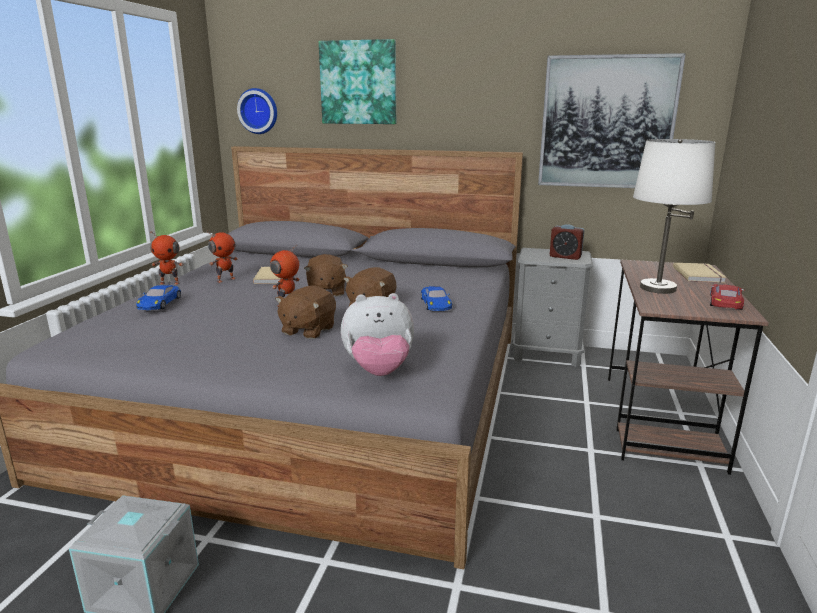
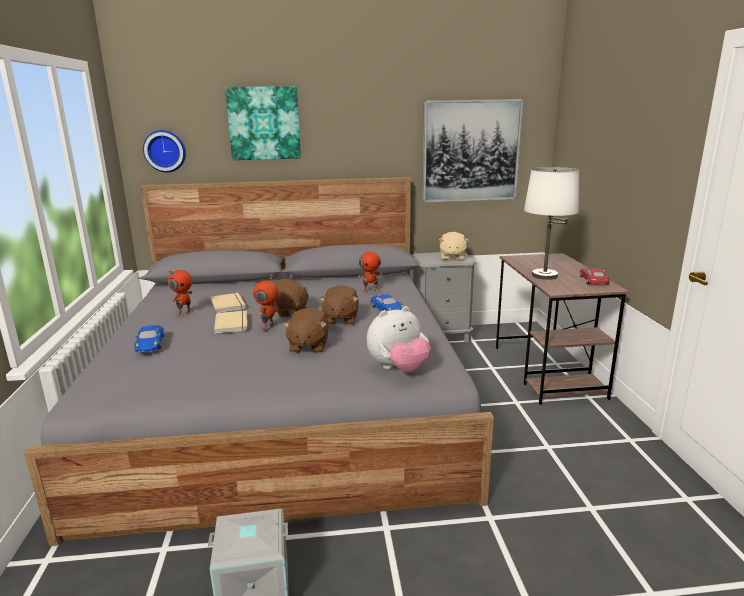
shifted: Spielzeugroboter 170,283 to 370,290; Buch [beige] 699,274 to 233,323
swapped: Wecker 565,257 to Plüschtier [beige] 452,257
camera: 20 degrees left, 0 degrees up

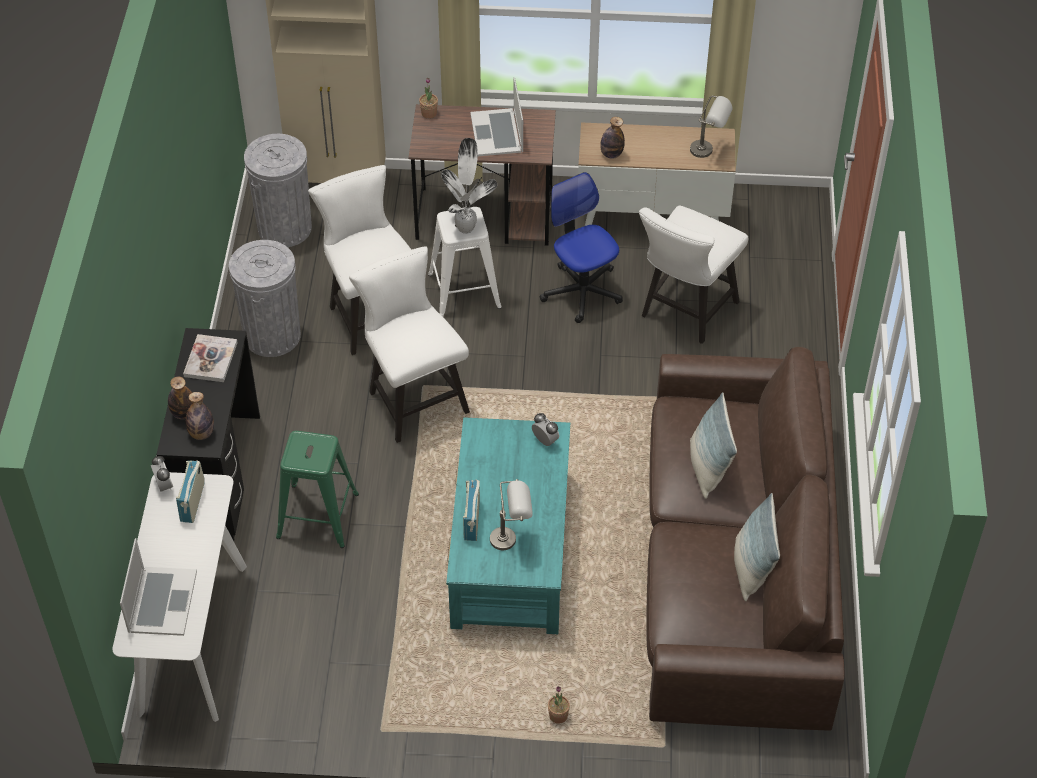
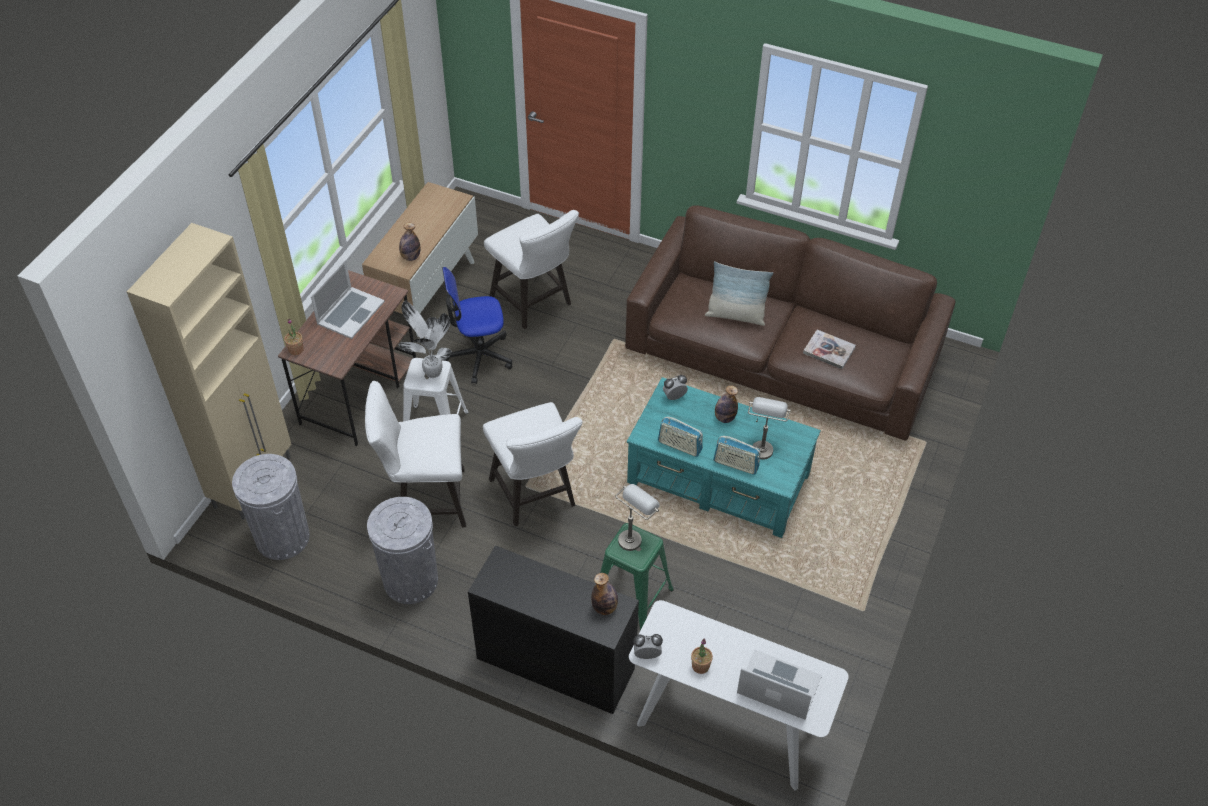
gone: Kissen 751,568
shifted: Flasche 184,413 to 724,418; Radio 193,502 to 679,446; Buch 210,359 to 829,350; Topfpflanze 558,716 to 700,666; Tischlampe [grau] 709,151 to 634,535
rotated: Stuhl [weiß] 414,398 = 536,497 105 degrees counterclockwise; Laptop 497,133 = 350,312 75 degrees counterclockwise
camera: 70 degrees left, 0 degrees up

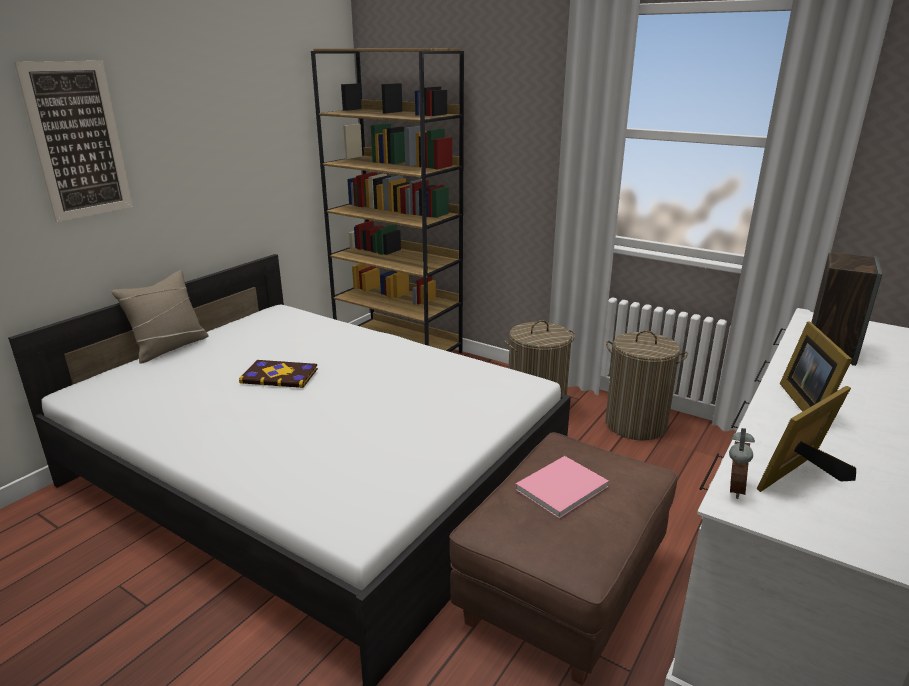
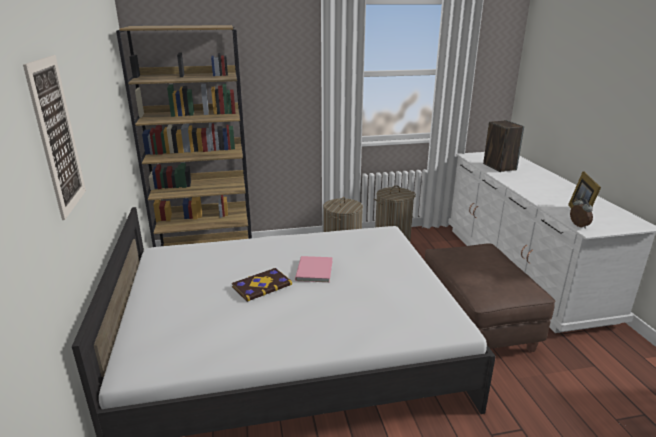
gone: Kissen [beige] 169,347; Bilderrahmen 808,403
shifted: Buch [rosa] 558,488 to 313,271
camera: 45 degrees left, 0 degrees up

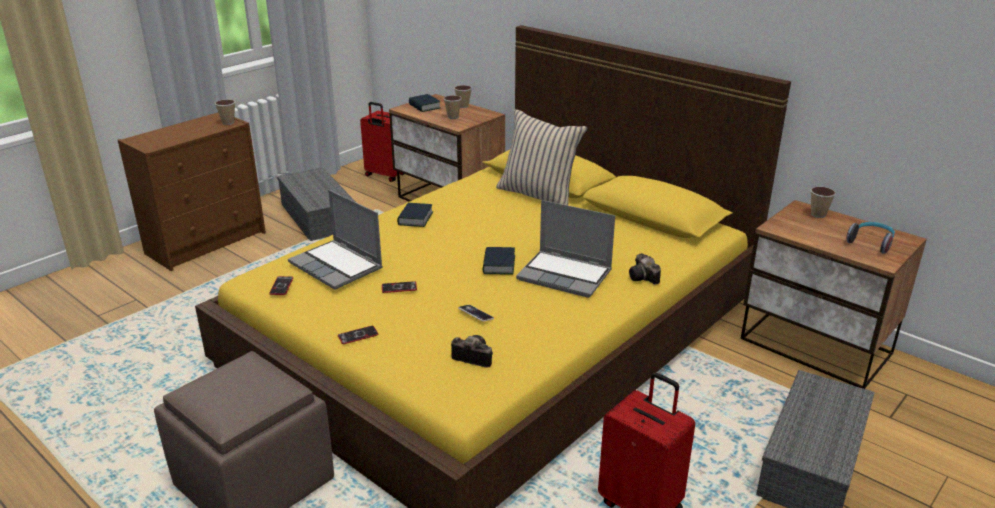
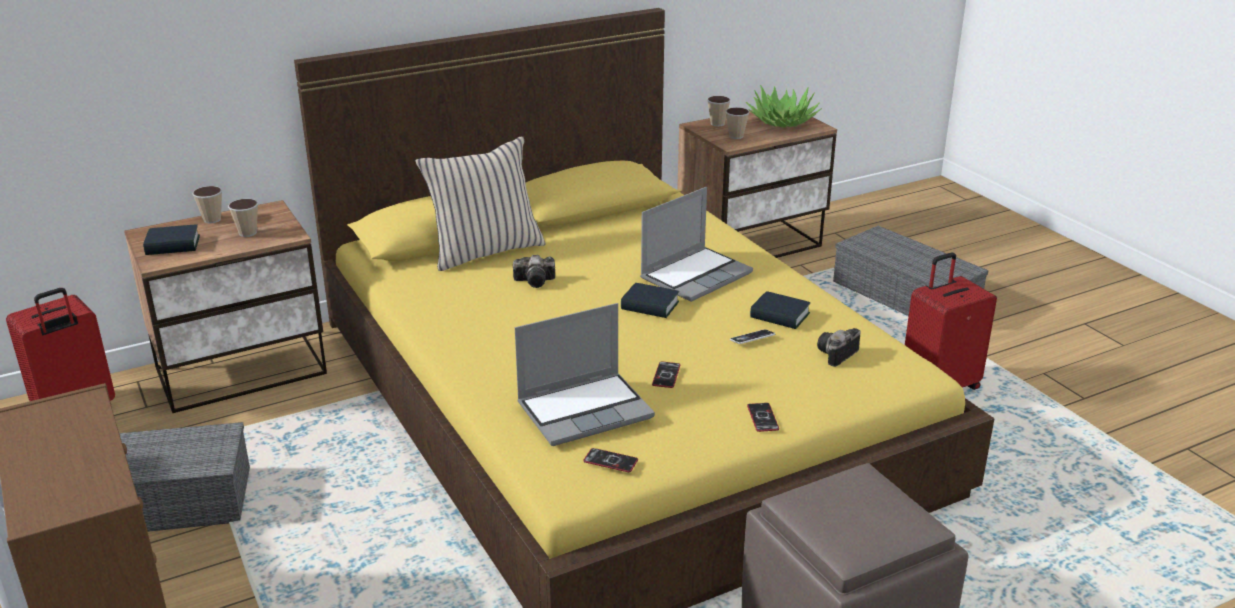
shifted: Tasse 228,122 to 736,136; Buch 415,218 to 780,316; Kamera 644,278 to 536,281
swapped: Kopfhörer 871,242 to Topfpflanze 782,121
camera: 70 degrees left, 0 degrees up

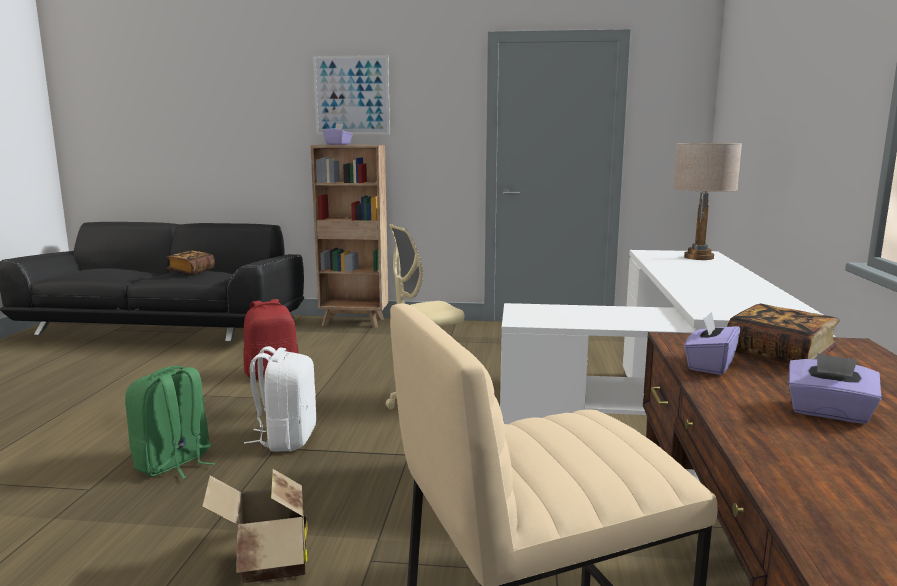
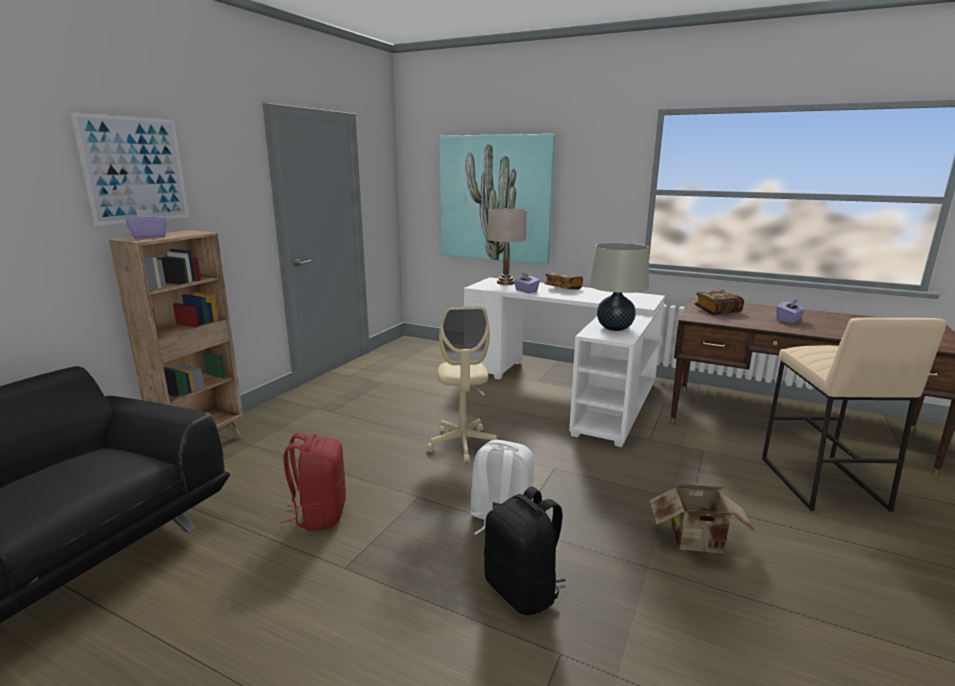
new: Bild 495,198; Tischlampe [beige] 614,328
shifted: Buch 191,271 to 563,289; Taschentuchbox [lila] 709,365 to 526,291
repainted: Rucksack [grün] 174,463 to Rucksack [schwarz] 523,590
camera: 70 degrees left, 5 degrees up

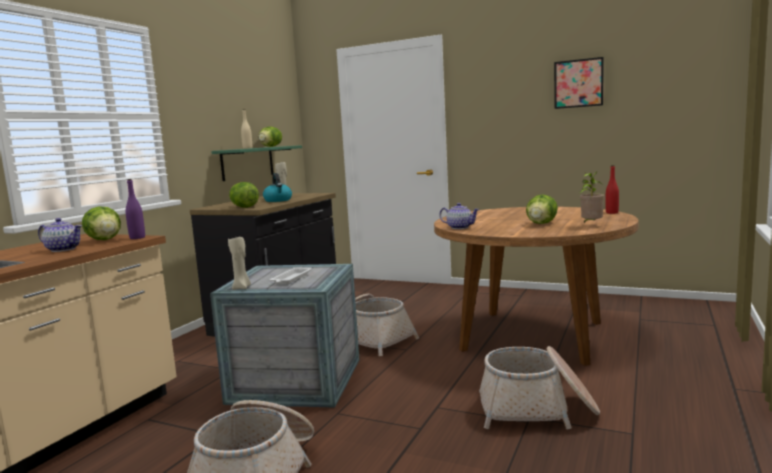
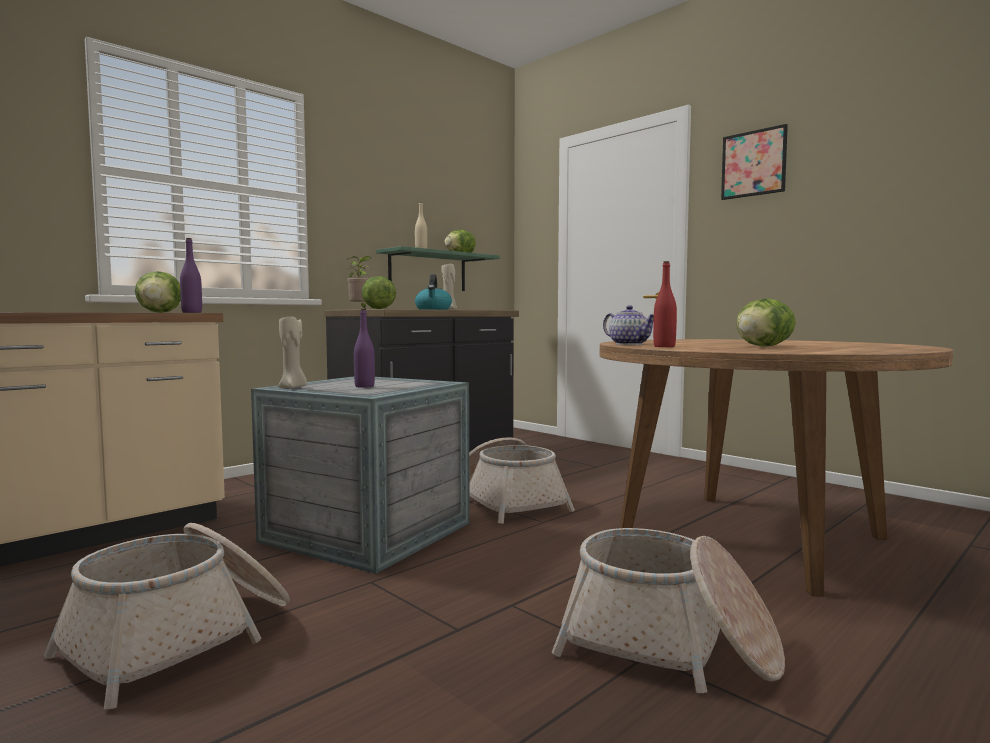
gone: Teekanne 63,249
shifted: Bild 578,83 to 753,163; Topfpflanze 591,225 to 360,309; Flasche [rot] 612,213 to 664,346
swapped: Tablett [weiß] 291,279 to Flasche [lila] 364,386
camera: 20 degrees right, 5 degrees down

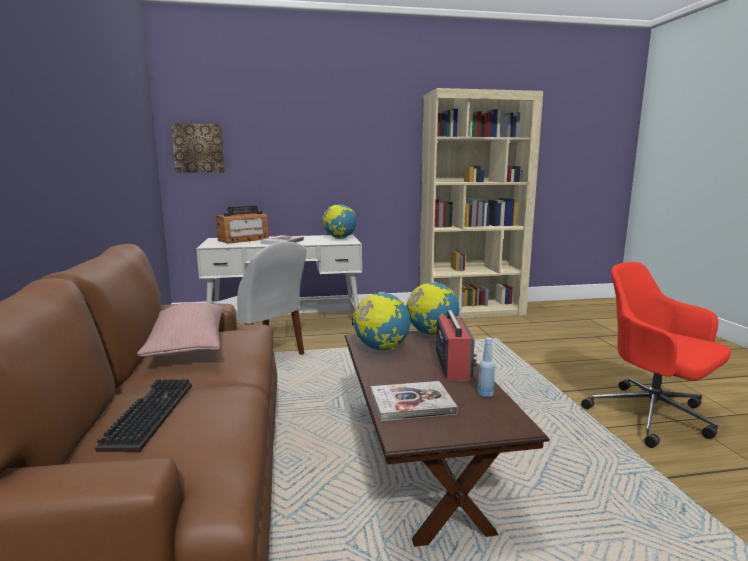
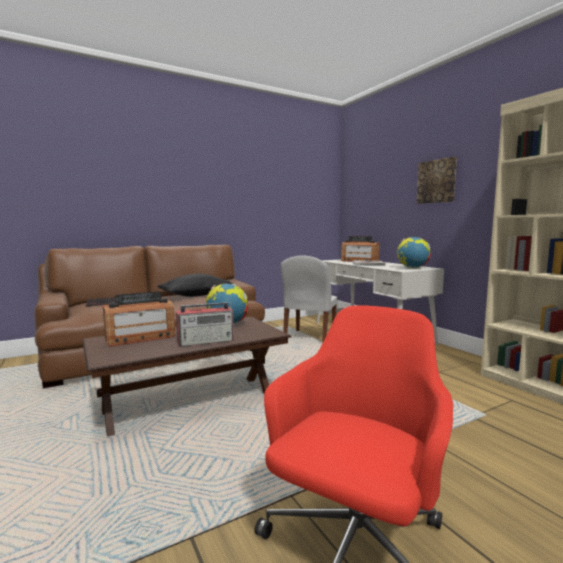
gone: Globus 431,334; Flasche [blau] 485,394
shifted: Bild 198,148 to 436,181
swapped: Buch 412,403 to Radio 140,337
repainted: Kissen [rosa] 187,346 to Kissen [schwarz] 196,295
camera: 70 degrees right, 5 degrees down

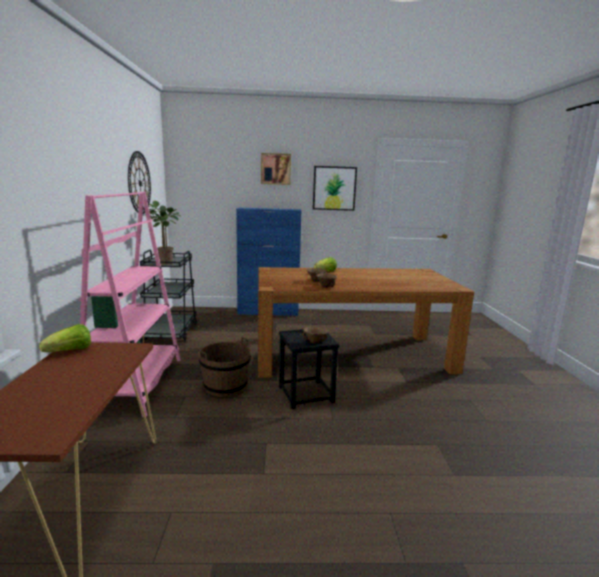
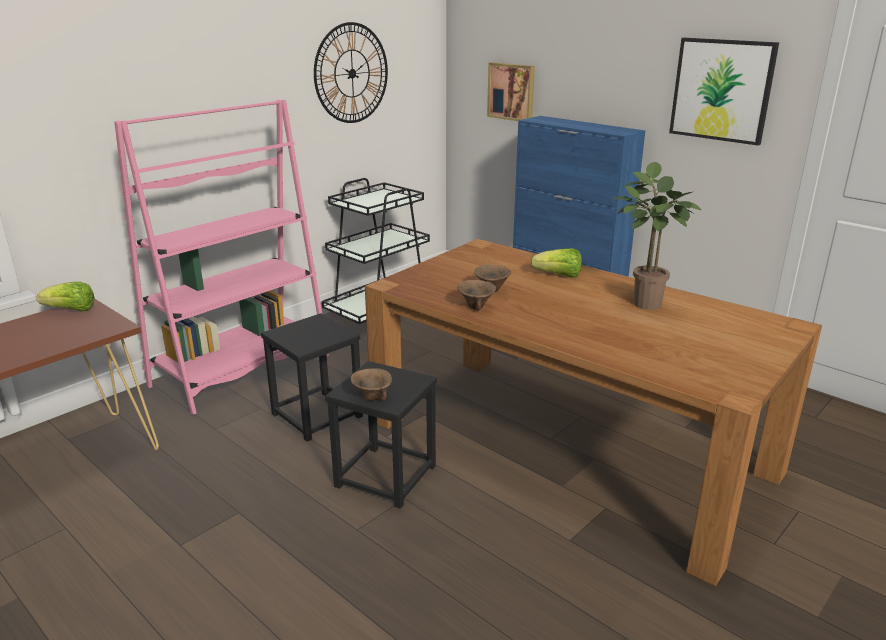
shifted: Topfpflanze 163,263 to 642,303; Bild 276,169 to 512,91
swapped: Eimer [braun] 225,386 to Hocker [schwarz] 317,416
camera: 45 degrees right, 10 degrees up

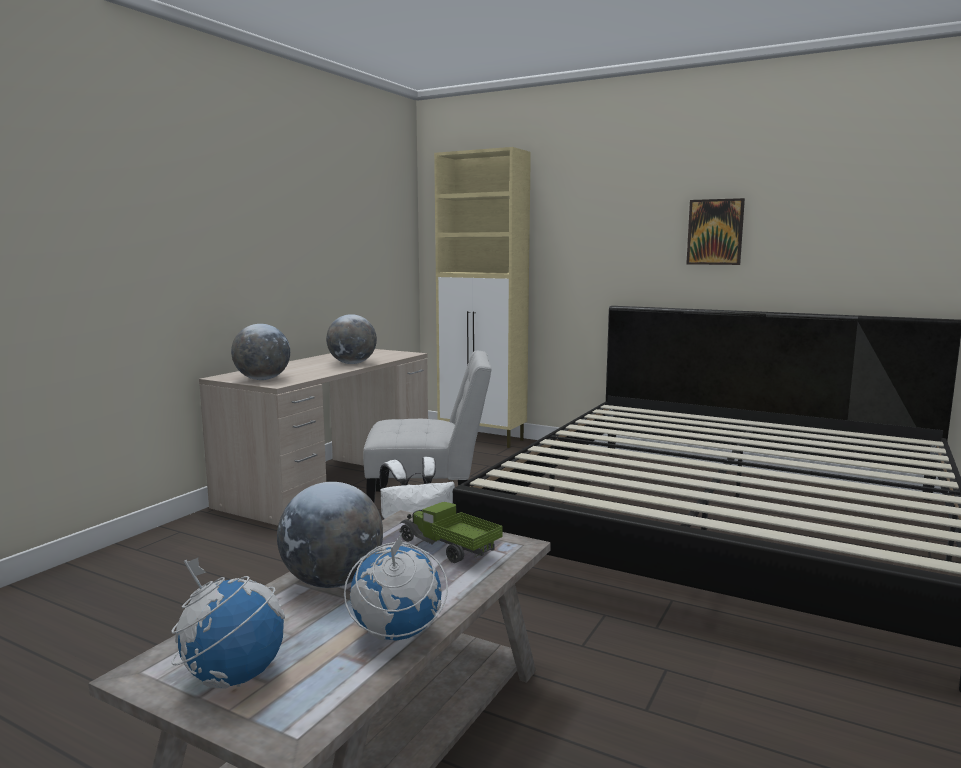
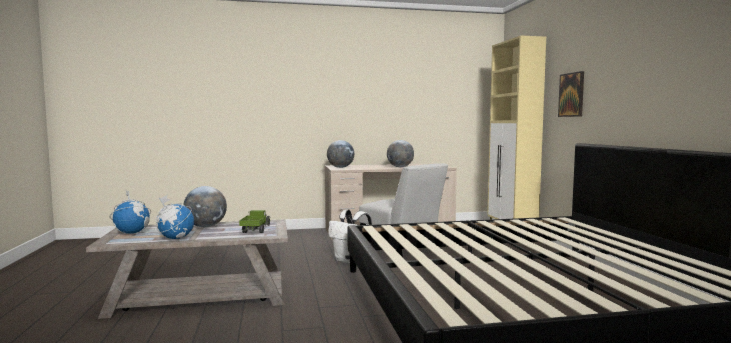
shifted: Bild 715,232 to 571,94
camera: 50 degrees right, 5 degrees down

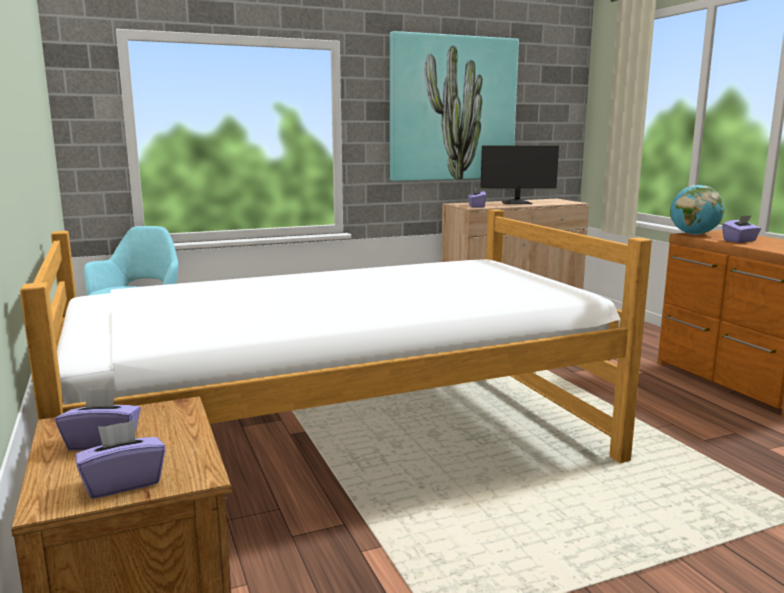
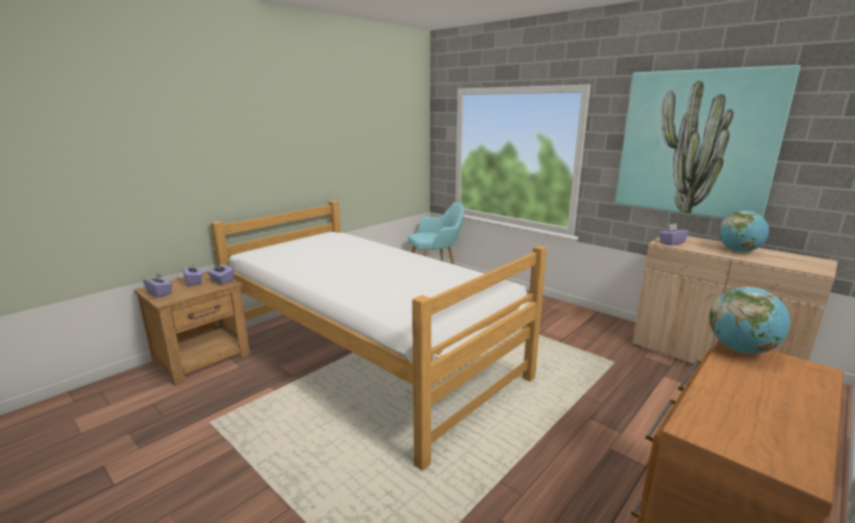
shifted: Taschentuchbox [lila] 740,241 to 221,281
swapped: Monitor 517,203 to Globus 738,251
camera: 65 degrees right, 5 degrees up

